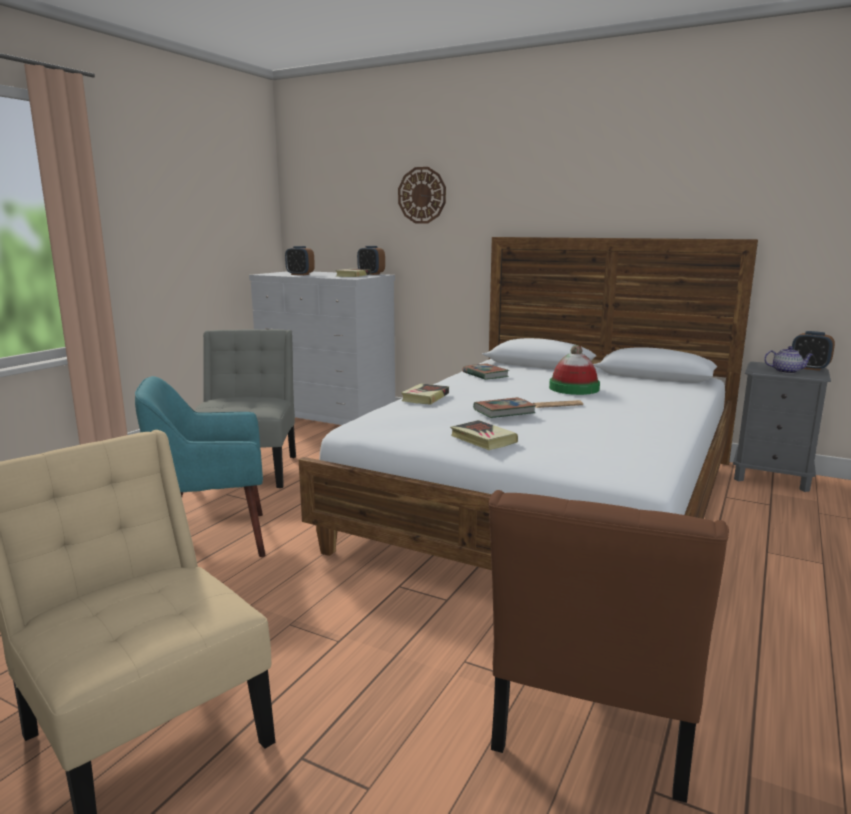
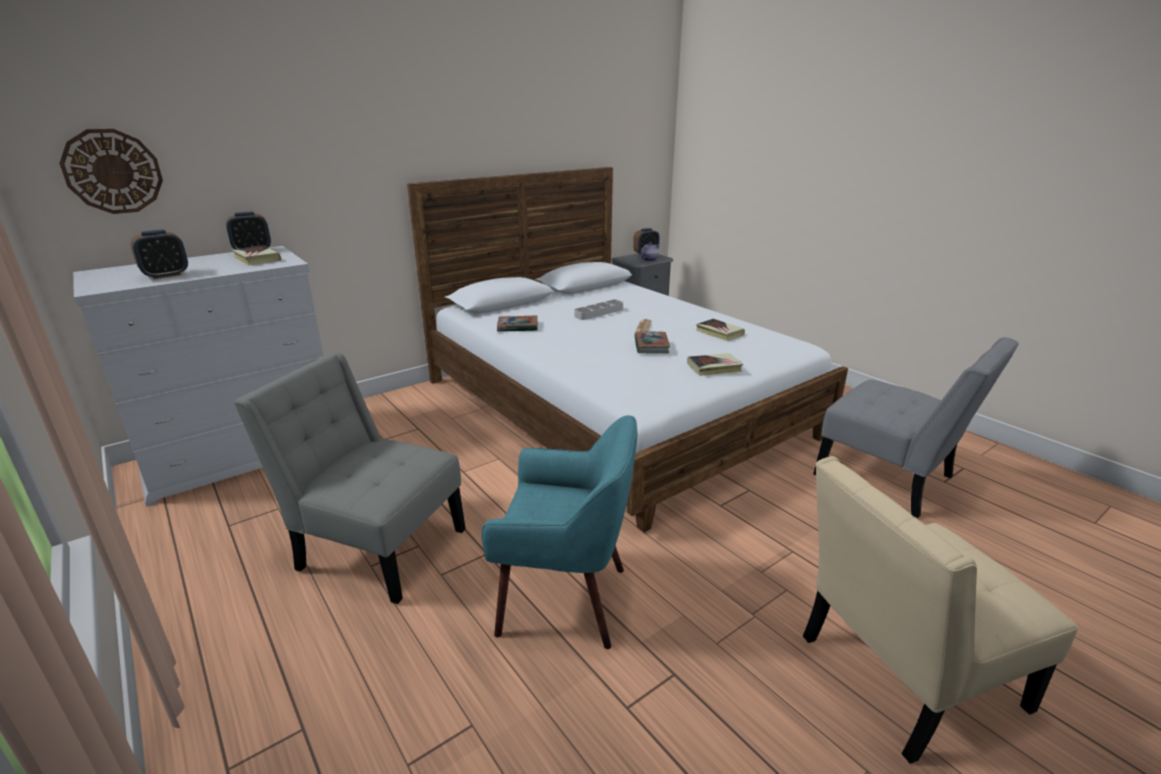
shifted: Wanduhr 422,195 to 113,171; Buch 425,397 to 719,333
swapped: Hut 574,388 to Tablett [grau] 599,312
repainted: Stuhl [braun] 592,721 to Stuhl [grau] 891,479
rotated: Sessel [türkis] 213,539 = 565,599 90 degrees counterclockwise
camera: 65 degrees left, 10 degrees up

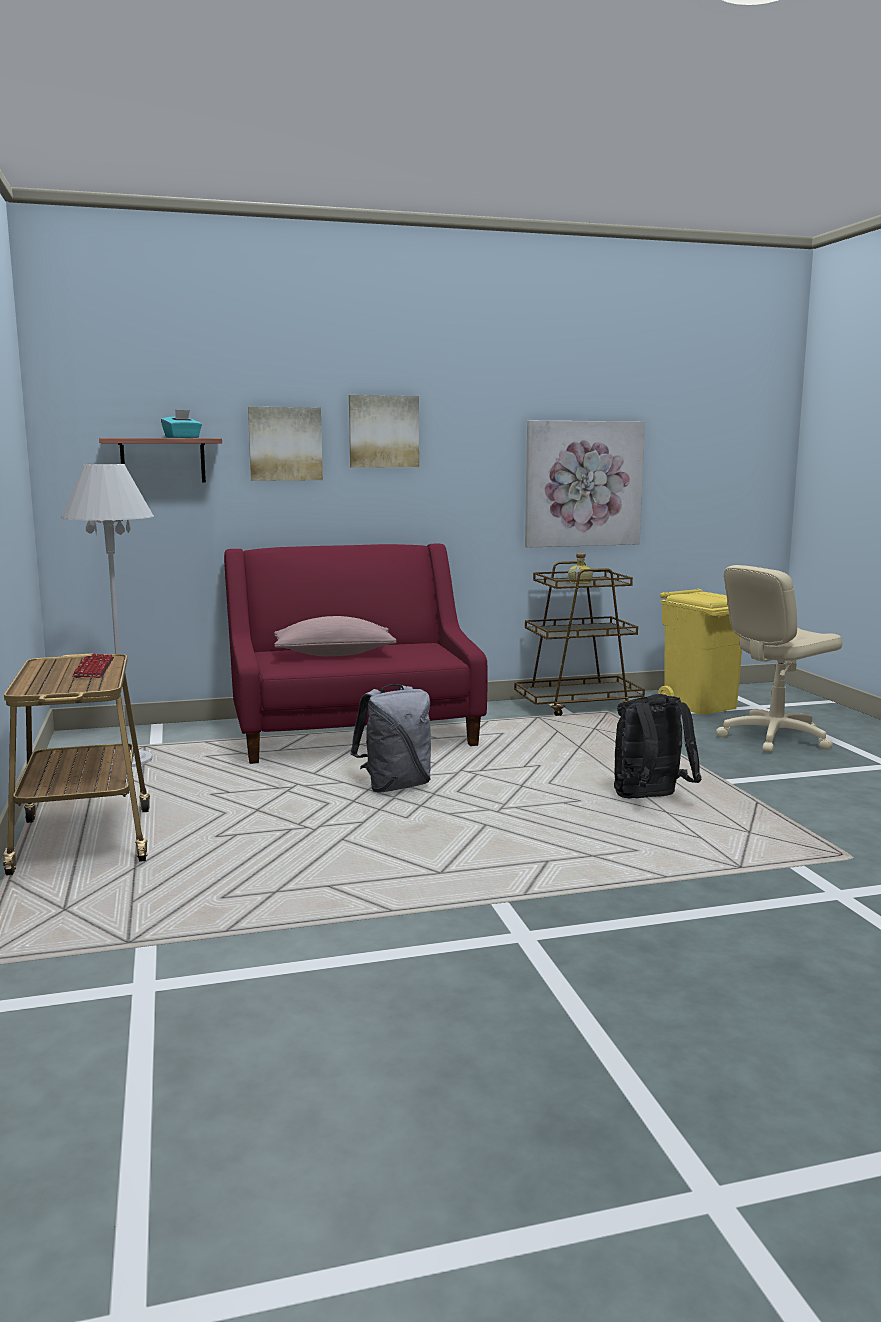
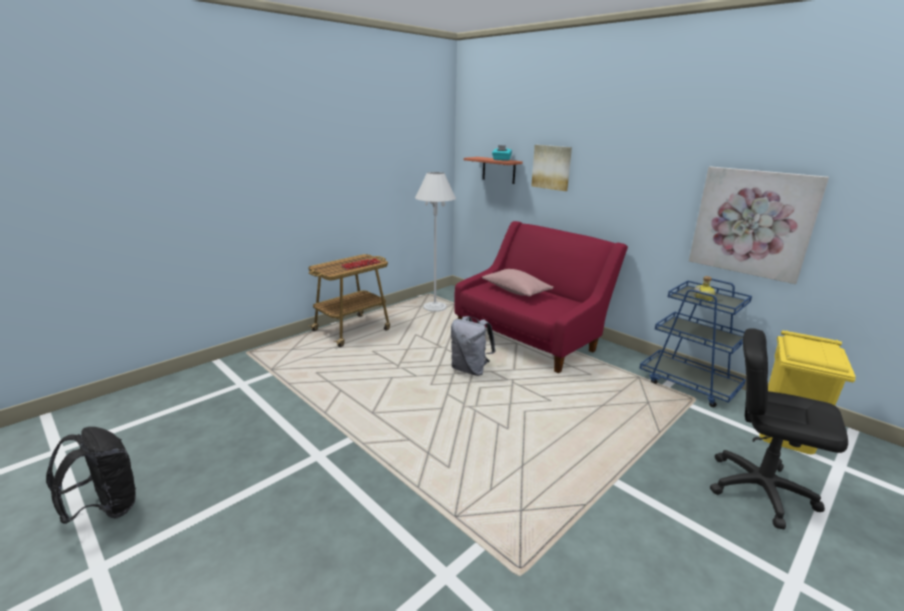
gone: Bild 383,431
shifted: Rucksack [schwarz] 650,799 to 106,508
repainted: Rollwagen [braun] 578,706 to Rollwagen [blau] 688,385; Bürostuhl [beige] 774,738 to Bürostuhl [schwarz] 759,489
camera: 60 degrees right, 10 degrees up

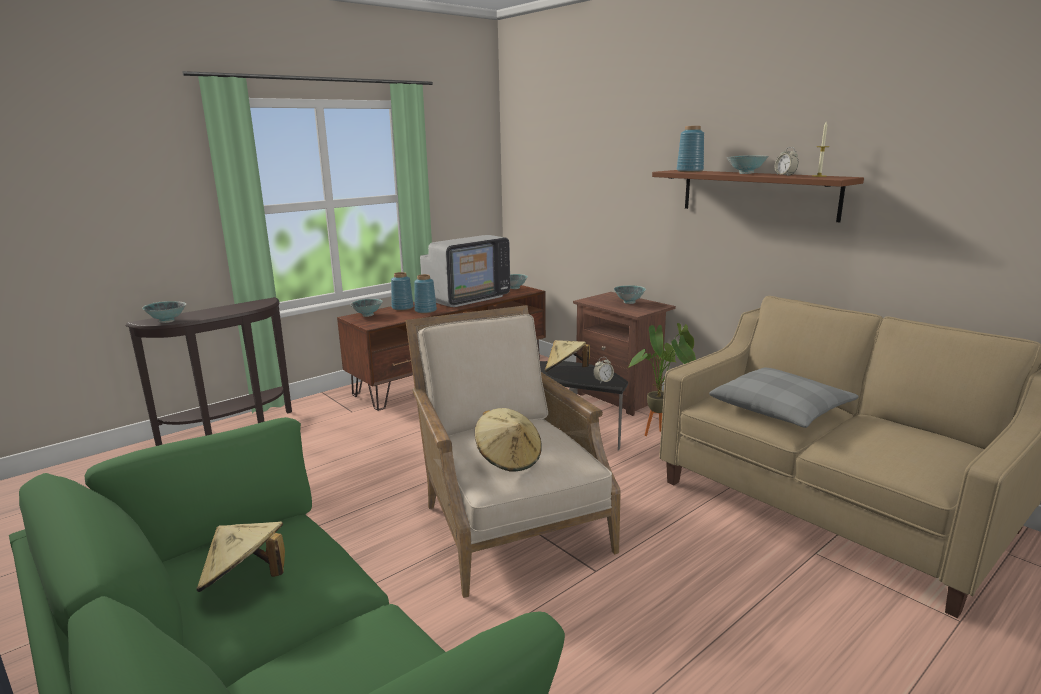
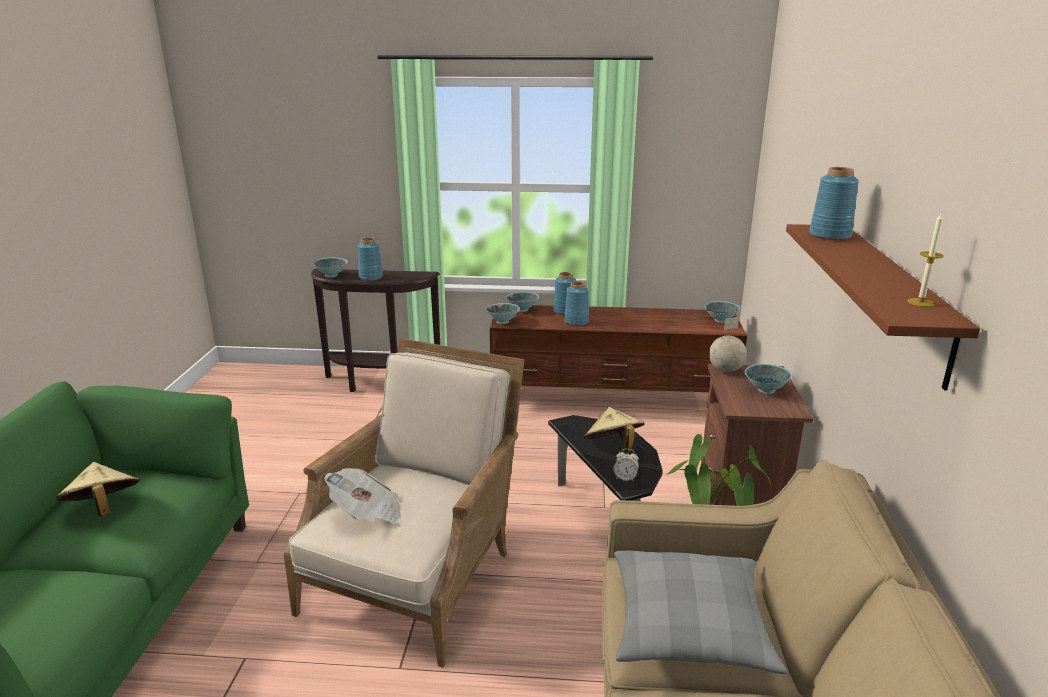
gone: Fernseher 467,298; Wecker 785,175
new: Vase [blau] 371,277; Globus 726,370
shifted: Schüssel 746,173 to 502,322
swapped: Hut [beige] 508,459 to Zeitung 367,513
camera: 45 degrees right, 5 degrees up

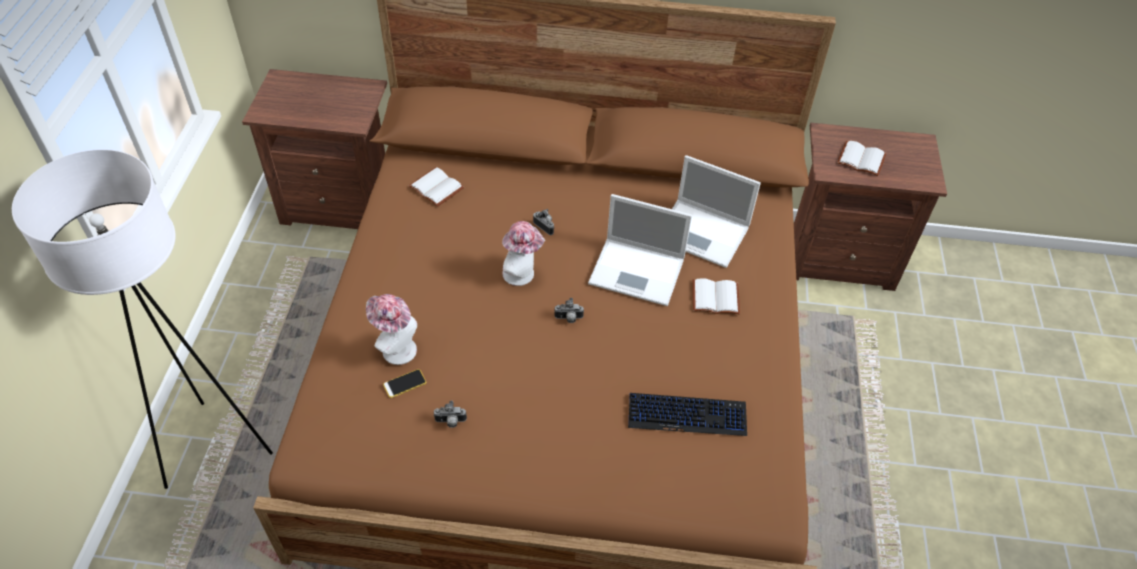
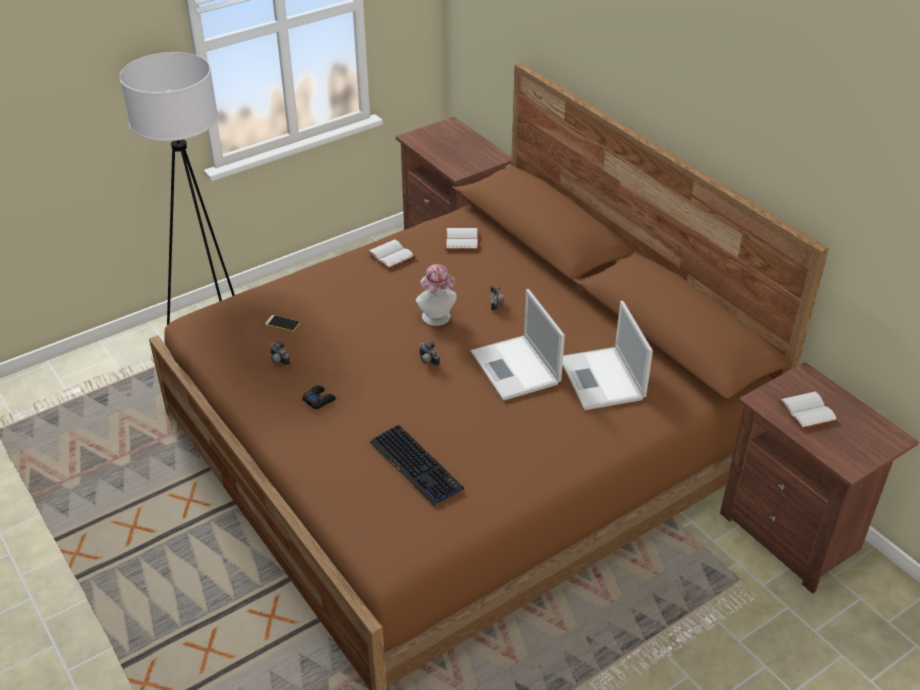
gone: Hut 395,348
new: Gamepad [schwarz] 319,400
shifted: Buch [weiß] 716,297 to 392,255
camera: 50 degrees right, 10 degrees down

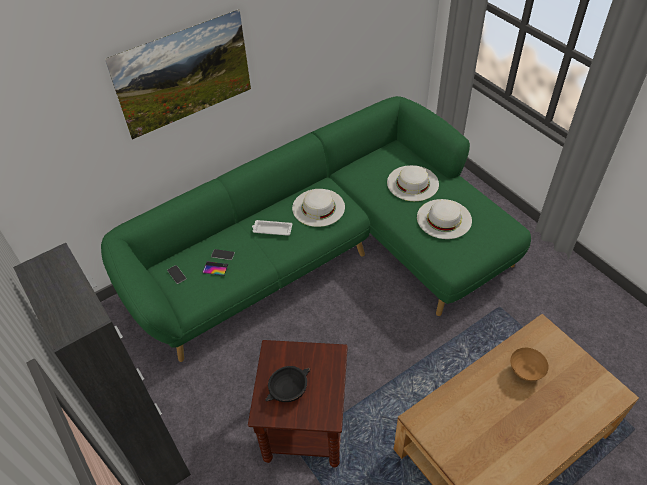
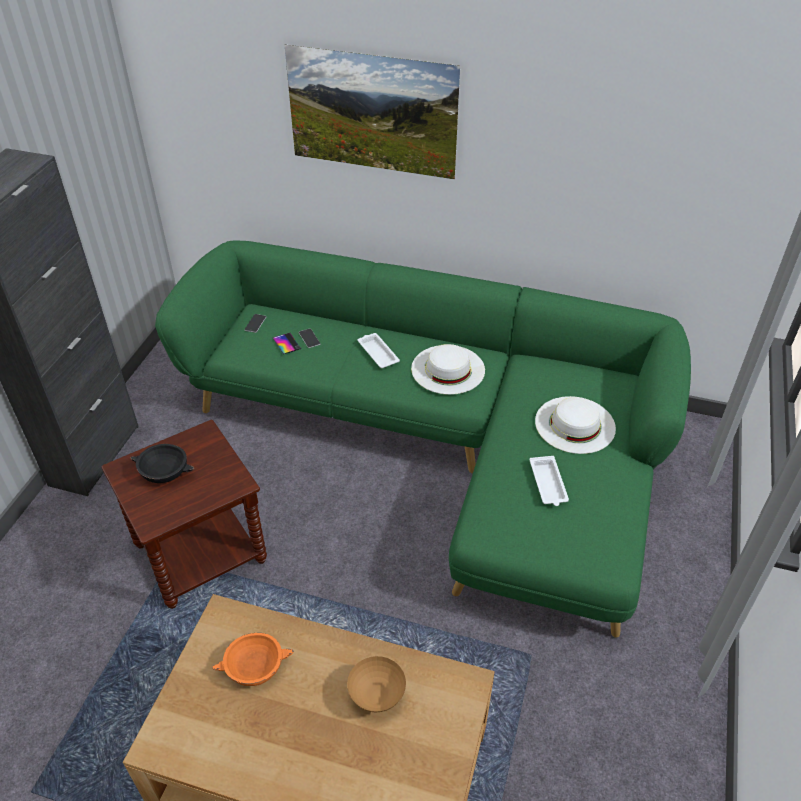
new: Schüssel [orange] 254,668
swapped: Hut [weiß] 444,218 to Tablett [weiß] 548,484
camera: 50 degrees right, 5 degrees down

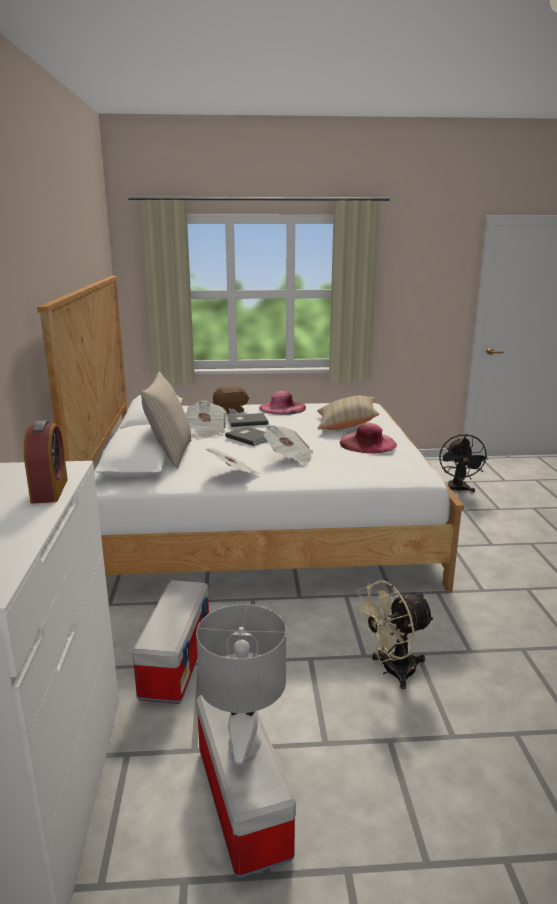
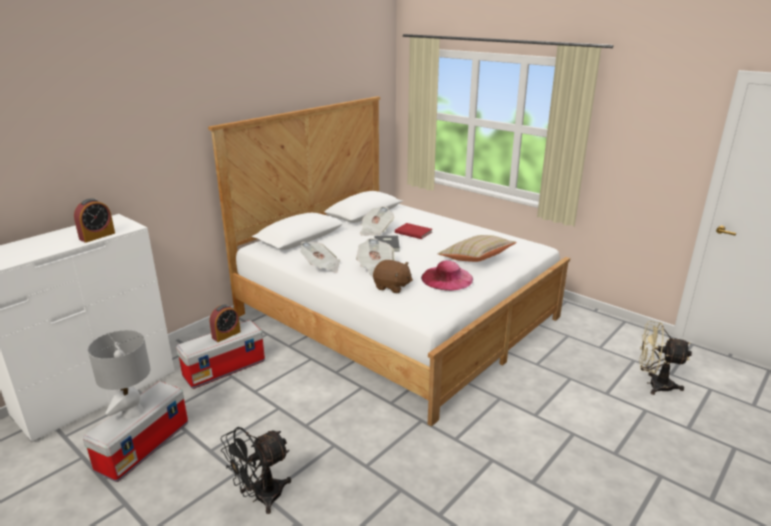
gone: Kissen [beige] 170,454; Hut [rosa] 282,408
new: Wecker 226,335
shifted: Plüschtier [braun] 230,411 to 392,287; Ventilator [beige] 391,671 to 654,384; Ventilator [schwarz] 458,490 to 261,497
repainted: Buch [grau] 246,421 to Buch [rot] 413,232
camera: 45 degrees right, 5 degrees up

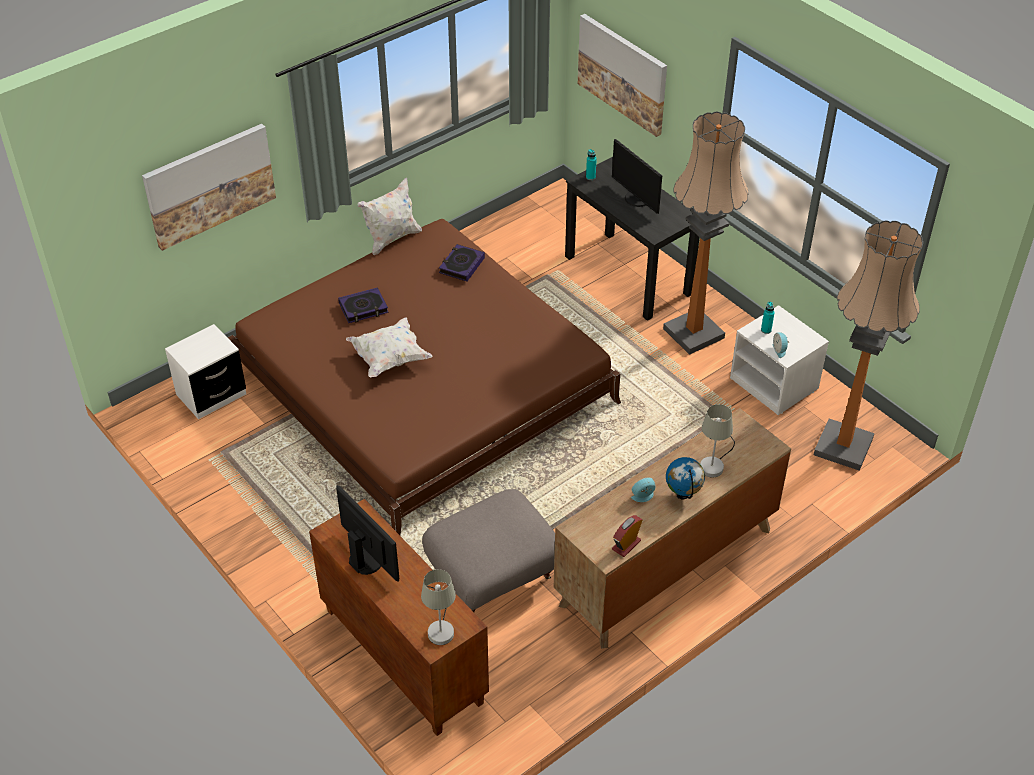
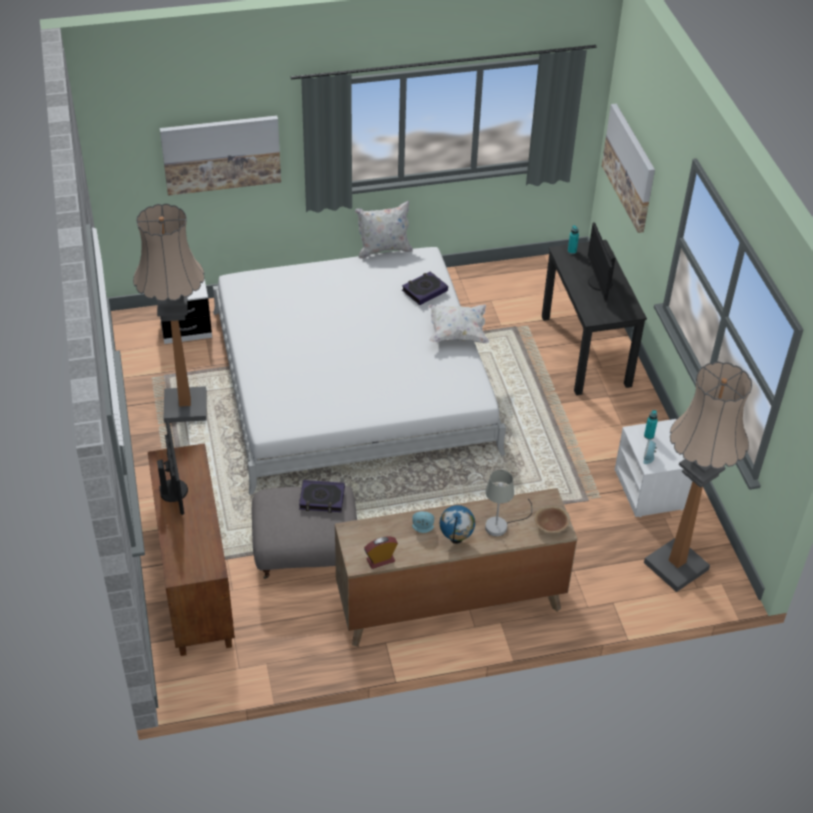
gone: Tischlampe [grau] 440,626
new: Schüssel [braun] 551,525
shifted: Buch 363,308 to 322,499; Kissen [weiß] 389,358 to 457,333; Stehlampe 693,333 to 185,407
repainted: Bett [braun] 423,385 to Bett [weiß] 352,380
camera: 25 degrees right, 0 degrees up

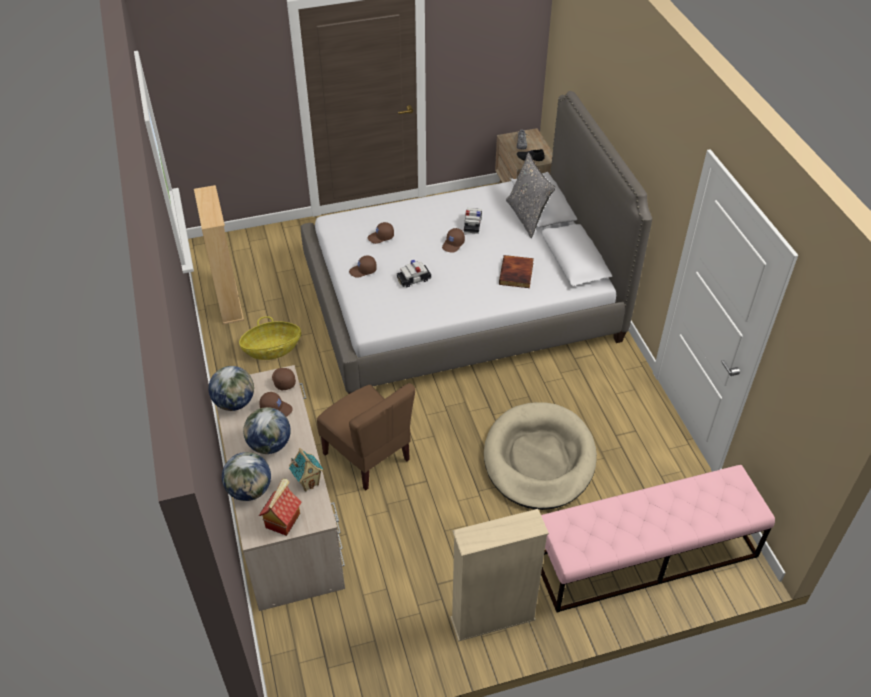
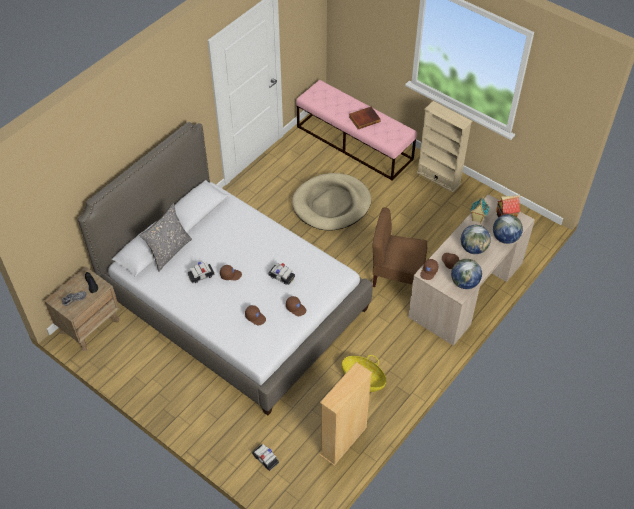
new: Spielzeugauto 265,459
shifted: Buch 517,274 to 364,119
rotated: Stuhl [braun] 368,456 = 397,276 90 degrees counterclockwise
camera: 125 degrees left, 5 degrees up

